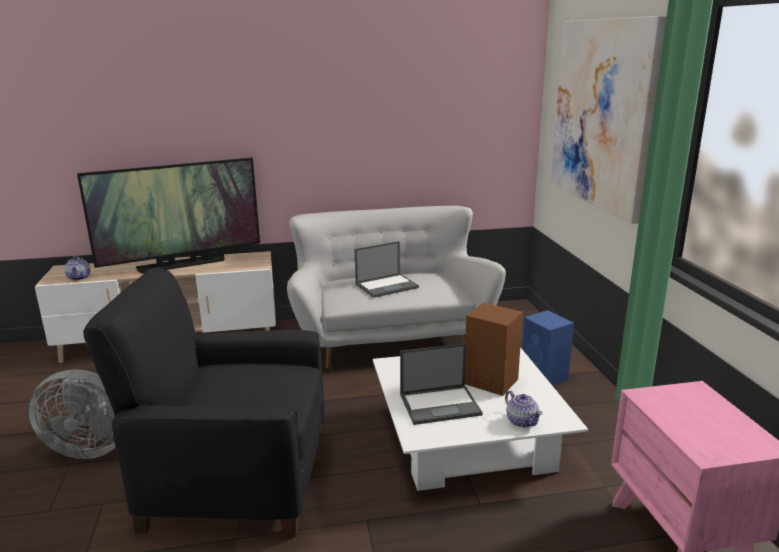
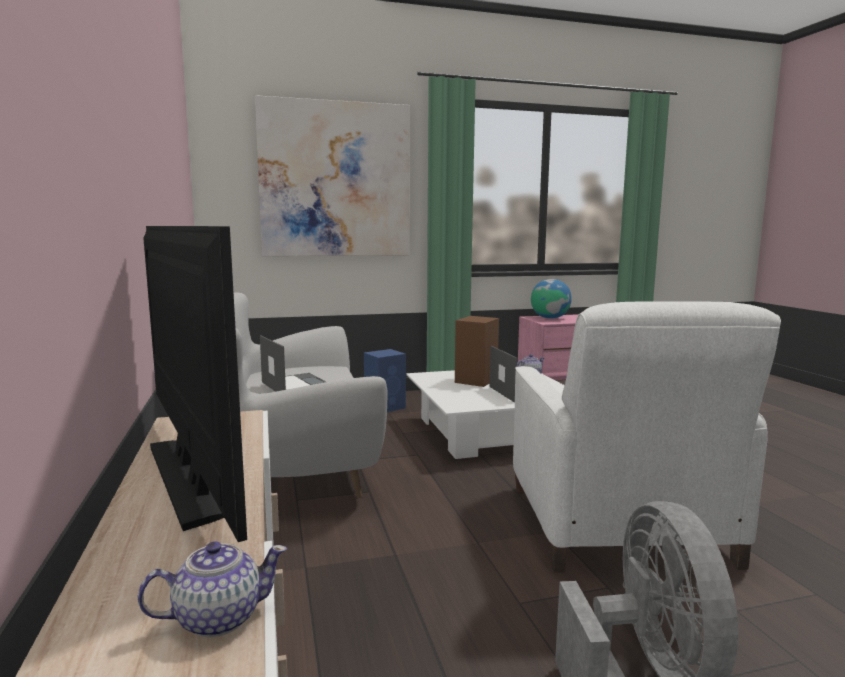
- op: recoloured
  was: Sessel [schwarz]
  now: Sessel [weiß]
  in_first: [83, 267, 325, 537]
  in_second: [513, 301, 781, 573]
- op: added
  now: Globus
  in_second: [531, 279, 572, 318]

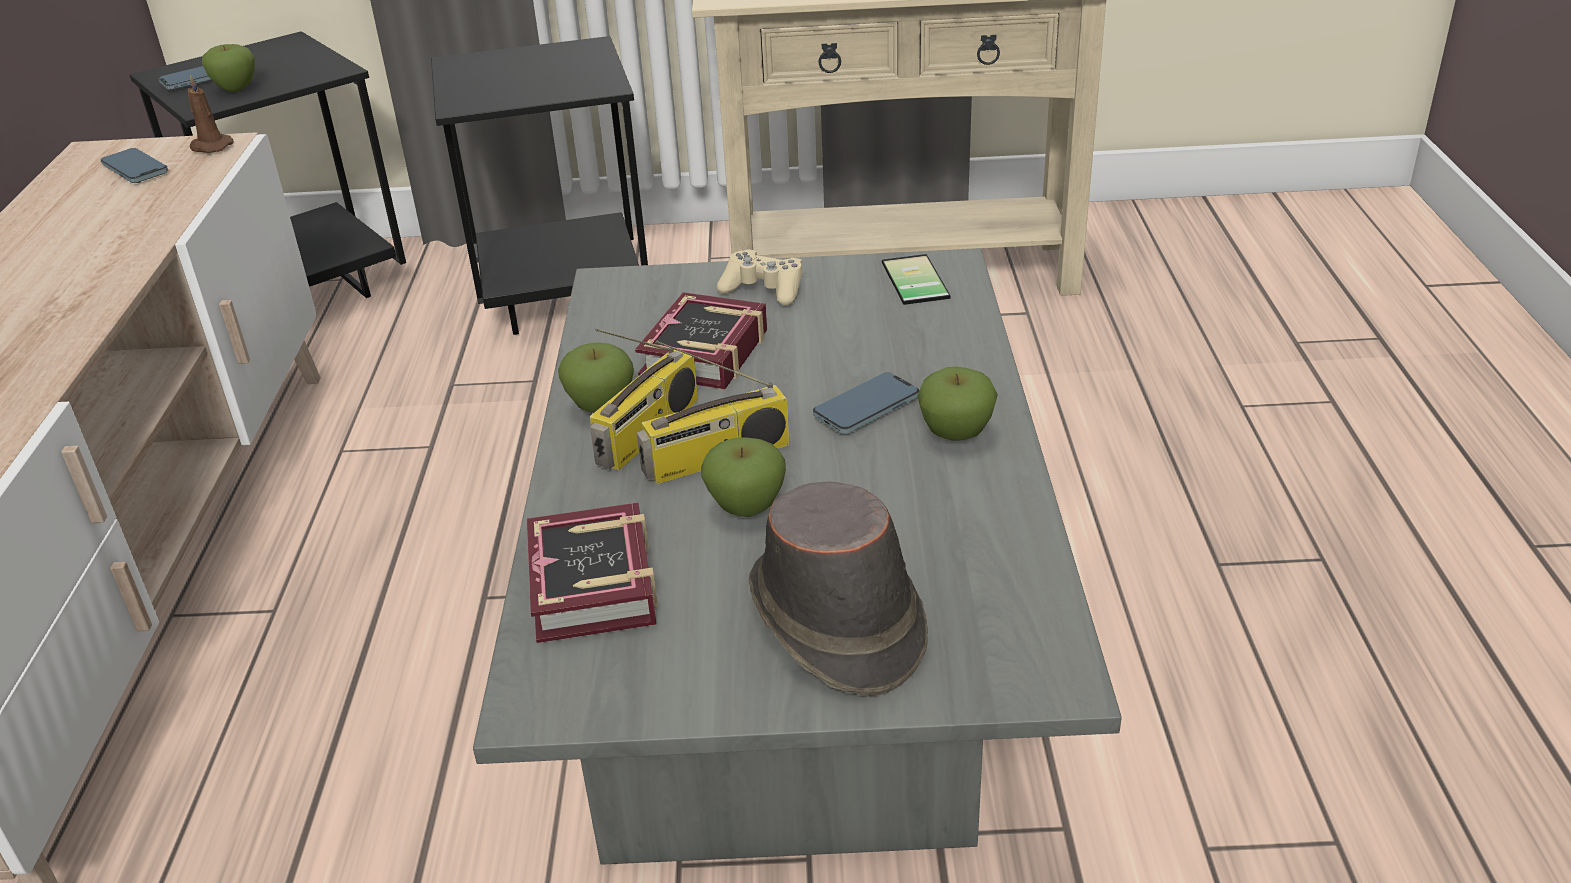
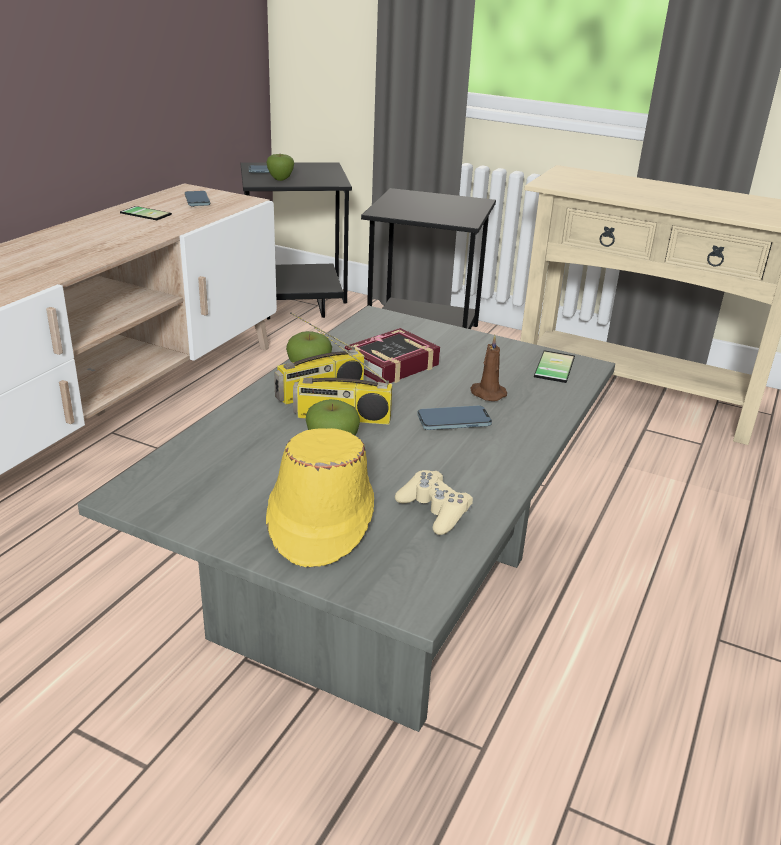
- op: moved
  was: Kerze [braun]
  in_first: [188, 74, 234, 153]
  in_second: [470, 335, 507, 401]
- op: removed
  was: Buch
  in_first: [527, 503, 658, 643]
- op: moved
  was: Gamepad [beige]
  in_first: [717, 249, 802, 306]
  in_second: [395, 470, 473, 535]
- op: recoloured
  was: Hut [braun]
  now: Hut [gelb]
  in_first: [749, 482, 928, 696]
  in_second: [266, 428, 374, 567]
- op: removed
  was: Apfel
  in_first: [917, 367, 998, 441]
- op: added
  now: Handy
  in_second: [120, 206, 172, 220]

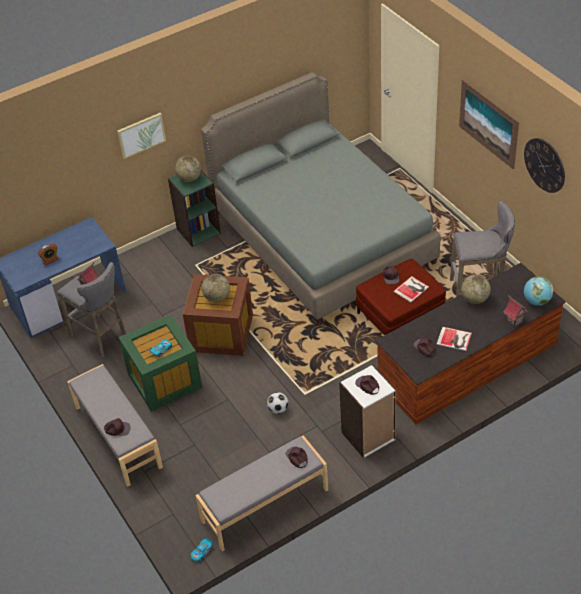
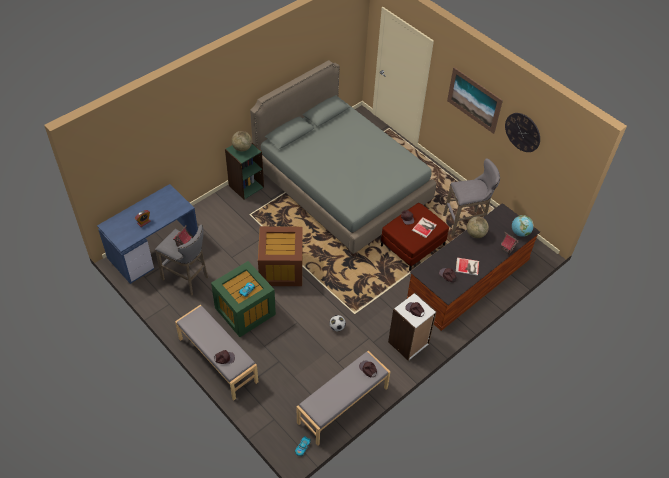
- op: removed
  was: Bild
  in_first: [117, 113, 166, 159]
- op: removed
  was: Globus
  in_first: [201, 274, 230, 302]

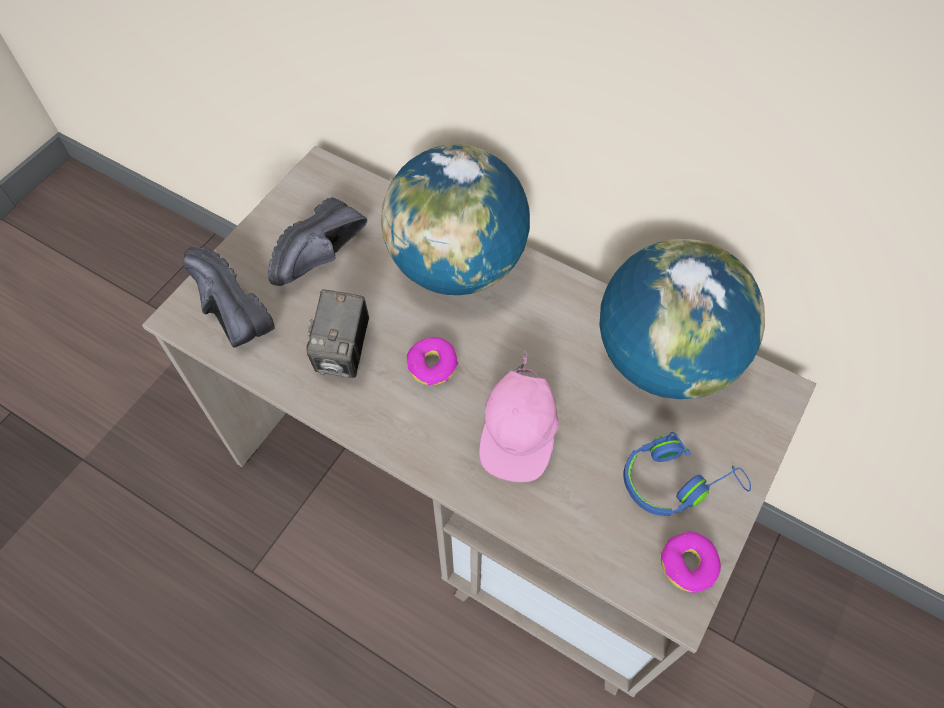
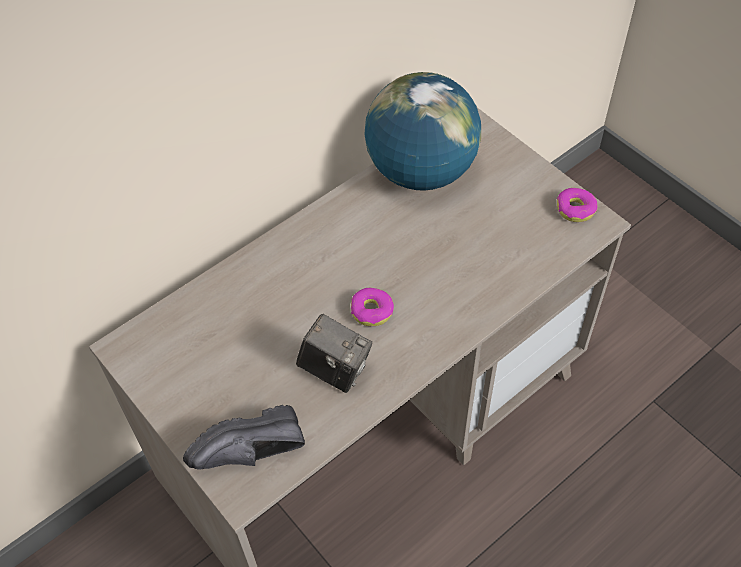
- op: removed
  was: Schuh [schwarz]
  in_first: [268, 197, 367, 286]
- op: removed
  was: Globus
  in_first: [381, 144, 530, 295]
- op: removed
  was: Kappe [rosa]
  in_first: [479, 351, 559, 482]
- op: removed
  was: Kopfhörer [blau]
  in_first: [623, 432, 751, 516]

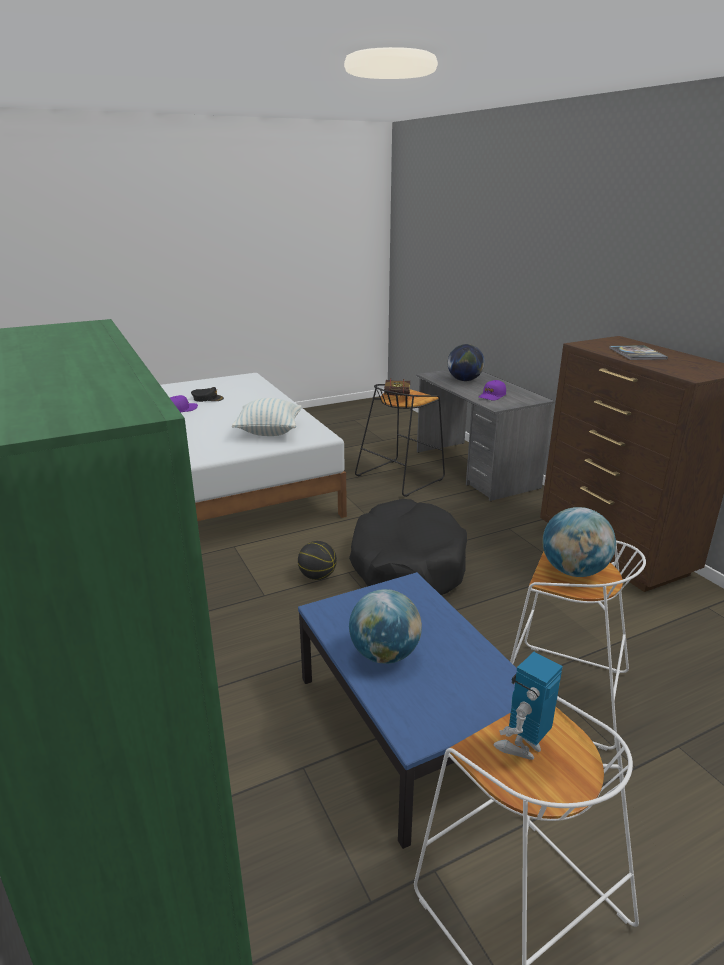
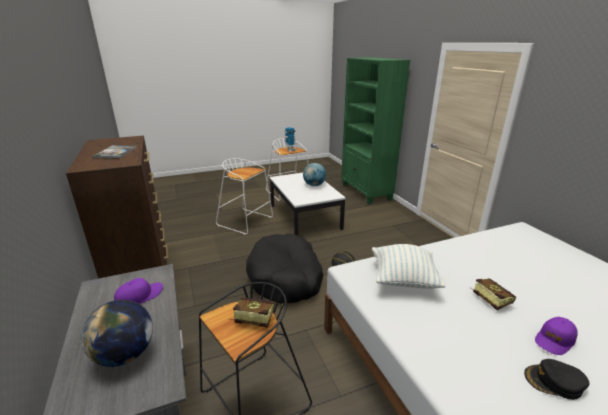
- op: recoloured
  was: Couchtisch [blau]
  now: Couchtisch [weiß]
  in_first: [298, 572, 517, 849]
  in_second: [270, 173, 346, 236]
- op: removed
  was: Globus
  in_first: [542, 507, 616, 577]
- op: added
  now: Buch
  in_second: [470, 278, 516, 310]

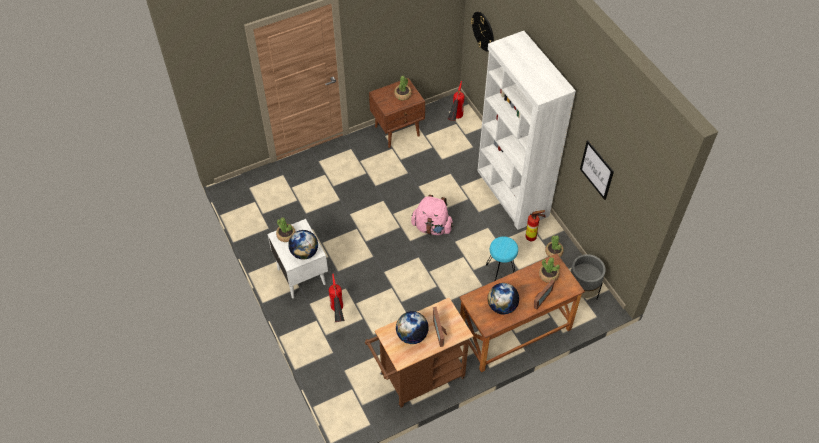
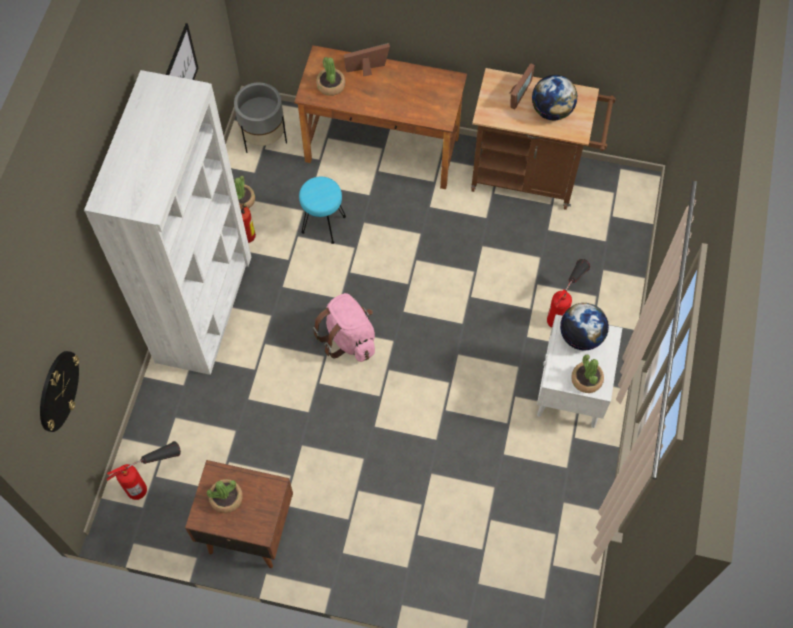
- op: removed
  was: Globus
  in_first: [488, 283, 519, 315]

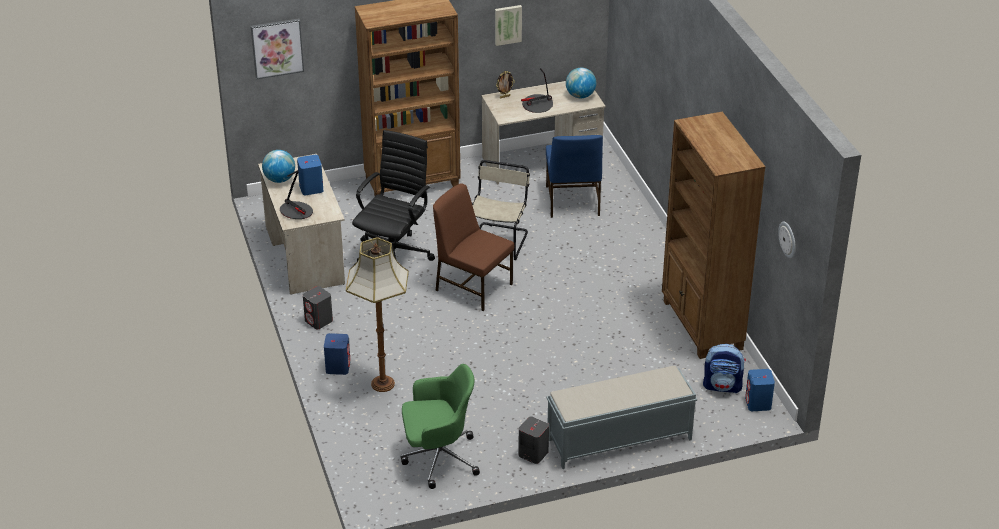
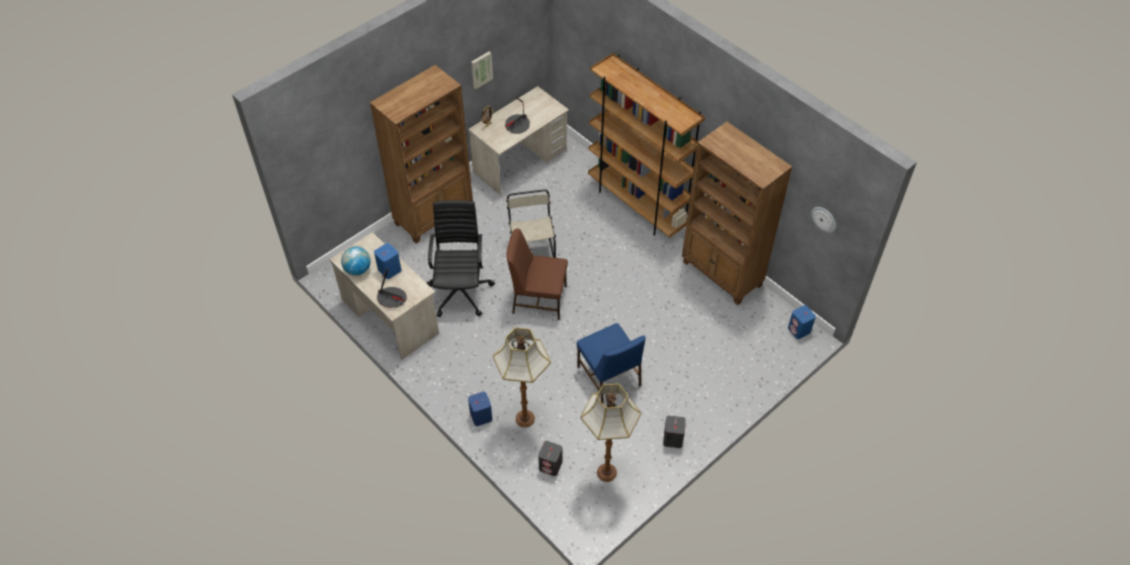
- op: removed
  was: Bild
  in_first: [251, 18, 304, 79]
- op: moved
  was: Lautsprecher [grau]
  in_first: [303, 286, 333, 330]
  in_second: [538, 441, 562, 476]
- op: replaced
  was: Bürostuhl [grün]
  now: Stehlampe
  in_first: [401, 364, 480, 489]
  in_second: [581, 383, 641, 482]
- op: moved
  was: Stuhl [blau]
  in_first: [546, 135, 603, 218]
  in_second: [577, 323, 646, 404]
- op: removed
  was: Bank [grau]
  in_first: [546, 366, 697, 469]
- op: removed
  was: Globus
  in_first: [566, 68, 596, 98]
- op: removed
  was: Rucksack
  in_first: [703, 344, 746, 393]
- op: added
  now: Bücherregal [braun]
  in_second: [588, 53, 705, 238]

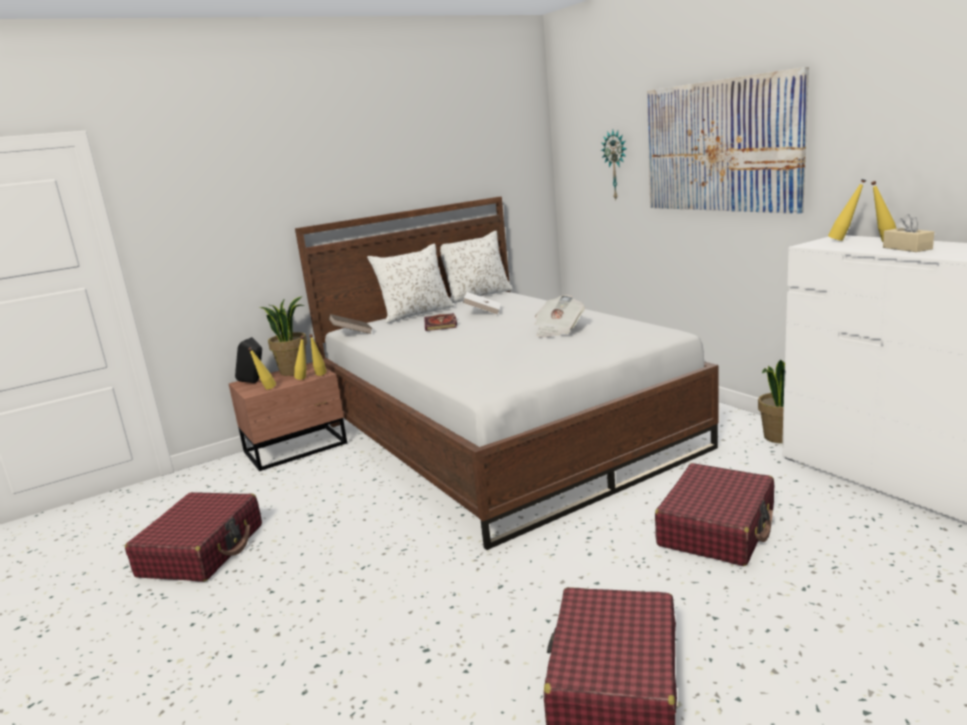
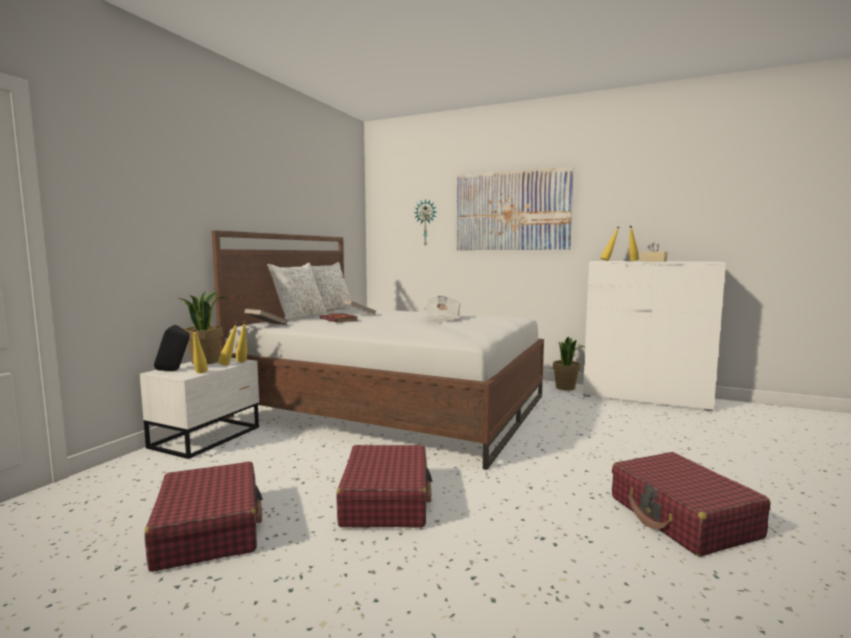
- op: recoloured
  was: Nachttisch [braun]
  now: Nachttisch [weiß]
  in_first: [229, 362, 347, 471]
  in_second: [140, 356, 259, 459]
- op: moved
  was: Koffer [rot]
  in_first: [655, 463, 774, 566]
  in_second: [337, 445, 432, 528]

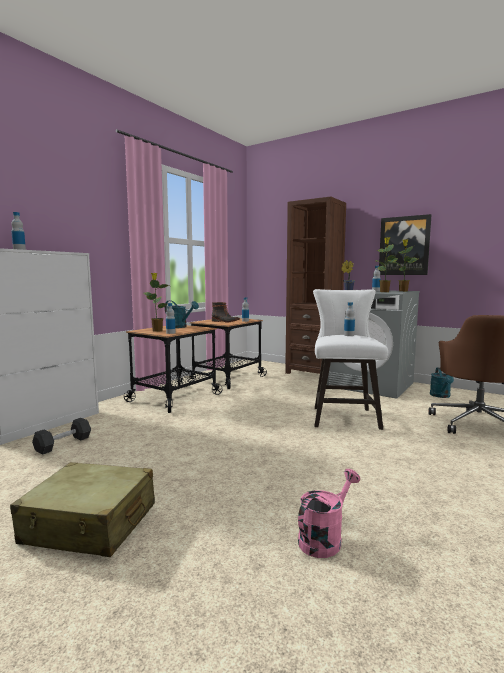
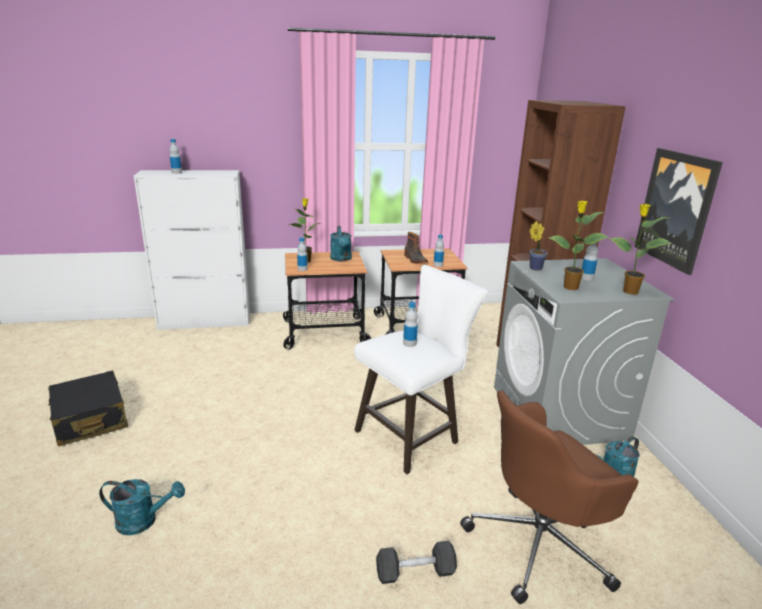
- op: recoloured
  was: Koffer [beige]
  now: Koffer [schwarz]
  in_first: [10, 462, 155, 557]
  in_second: [48, 371, 128, 446]
- op: moved
  was: Hantel [schwarz]
  in_first: [32, 418, 91, 454]
  in_second: [376, 541, 457, 584]
- op: recoloured
  was: Gießkanne [rosa]
  now: Gießkanne [türkis]
  in_first: [298, 469, 360, 558]
  in_second: [99, 479, 185, 535]

